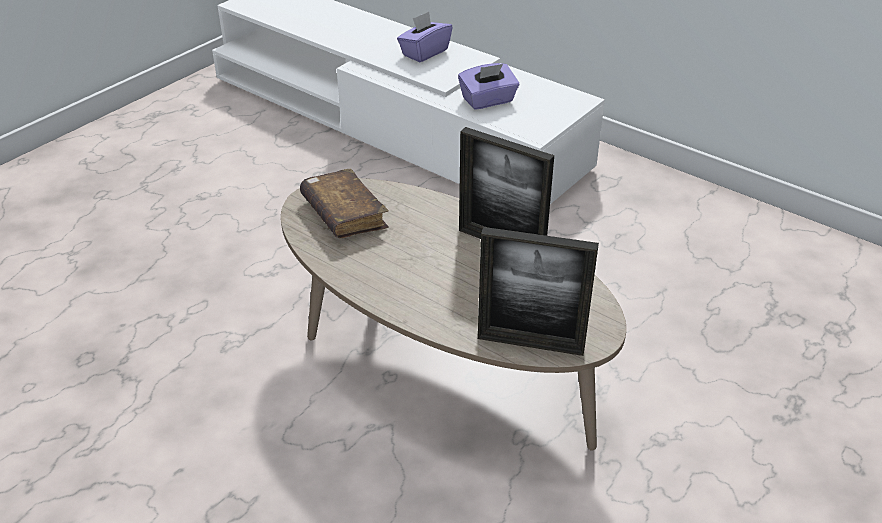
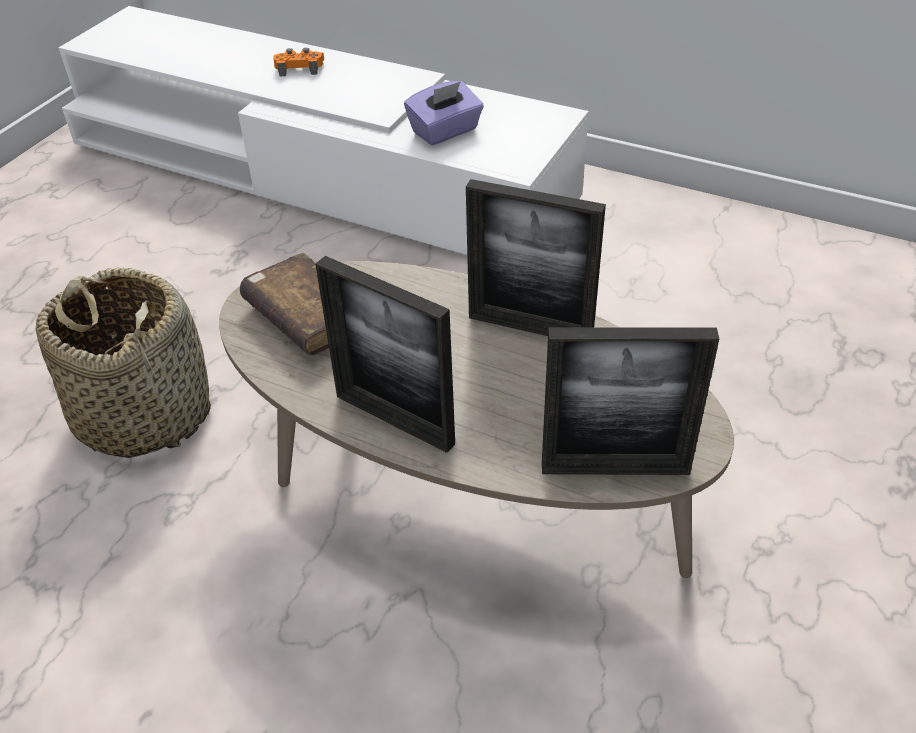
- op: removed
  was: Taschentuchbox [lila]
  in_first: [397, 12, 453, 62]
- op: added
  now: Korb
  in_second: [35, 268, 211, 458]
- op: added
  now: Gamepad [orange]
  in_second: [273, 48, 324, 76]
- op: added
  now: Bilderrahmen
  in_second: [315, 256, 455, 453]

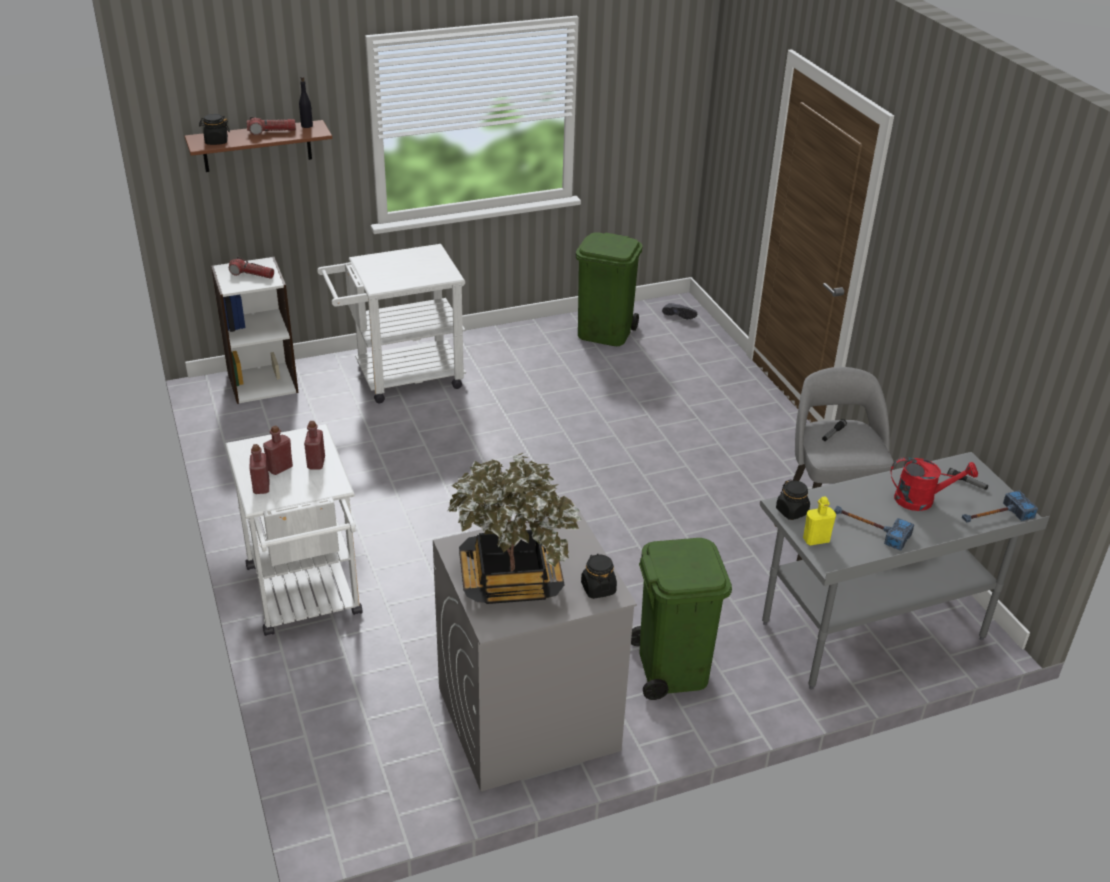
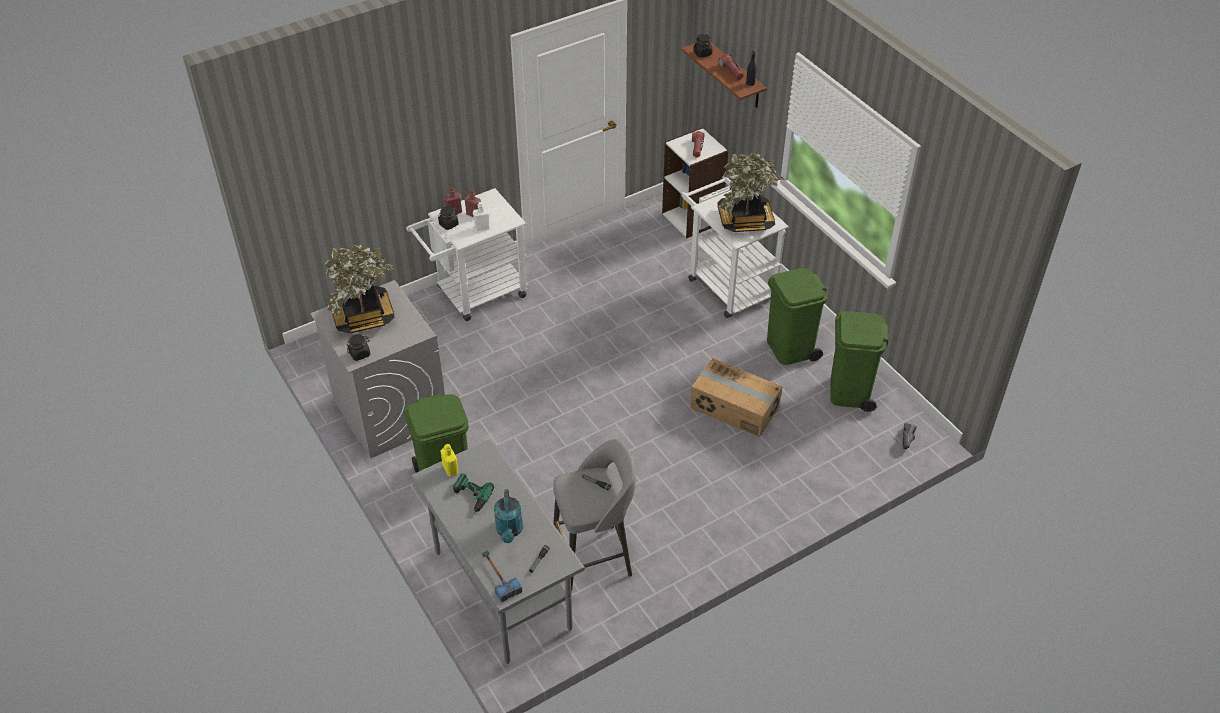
- op: recoloured
  was: Flasche [rot]
  now: Flasche [weiß]
  in_first: [304, 421, 325, 469]
  in_second: [473, 202, 490, 231]
- op: moved
  was: Vorratsglas [schwarz]
  in_first: [776, 479, 810, 520]
  in_second: [438, 206, 459, 230]
- op: replaced
  was: Hammer
  now: Bohrmaschine
  in_first: [834, 506, 914, 551]
  in_second: [453, 473, 494, 517]
- op: recoloured
  was: Gießkanne [rot]
  now: Gießkanne [türkis]
  in_first: [891, 457, 978, 511]
  in_second: [494, 489, 523, 543]
- op: added
  now: Karton
  in_second: [690, 358, 782, 437]
- op: added
  now: Topfpflanze
  in_second: [718, 153, 786, 232]
- op: added
  now: Mülleimer [grün]
  in_second: [767, 268, 828, 365]

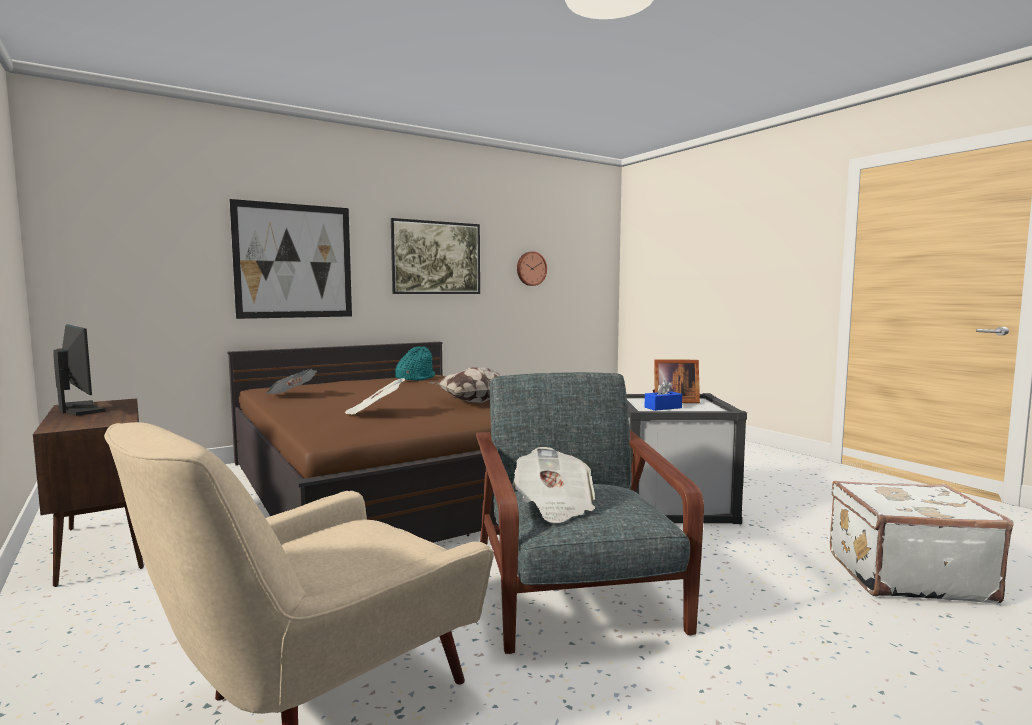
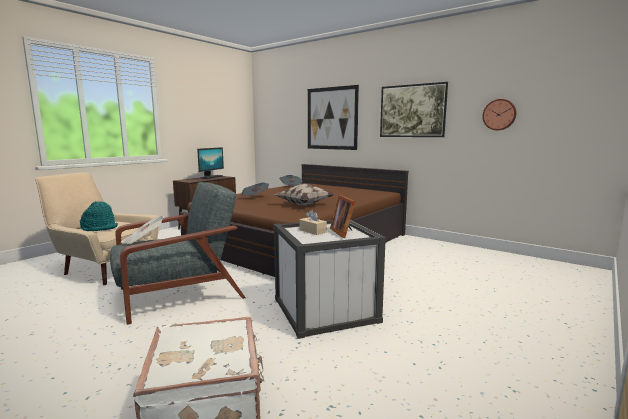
- op: moved
  was: Hut [türkis]
  in_first: [395, 346, 435, 381]
  in_second: [80, 201, 118, 231]
- op: recoloured
  was: Taschentuchbox [blau]
  now: Taschentuchbox [beige]
  in_first: [645, 380, 682, 411]
  in_second: [299, 210, 327, 235]

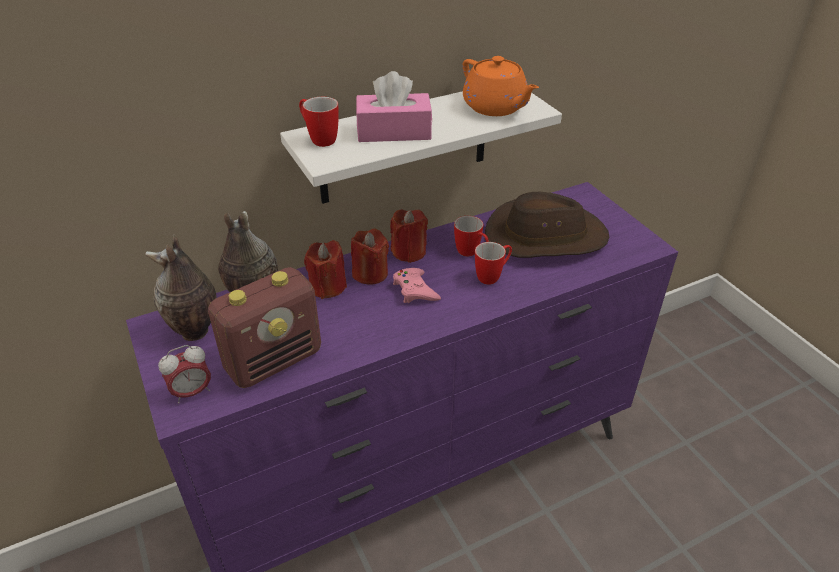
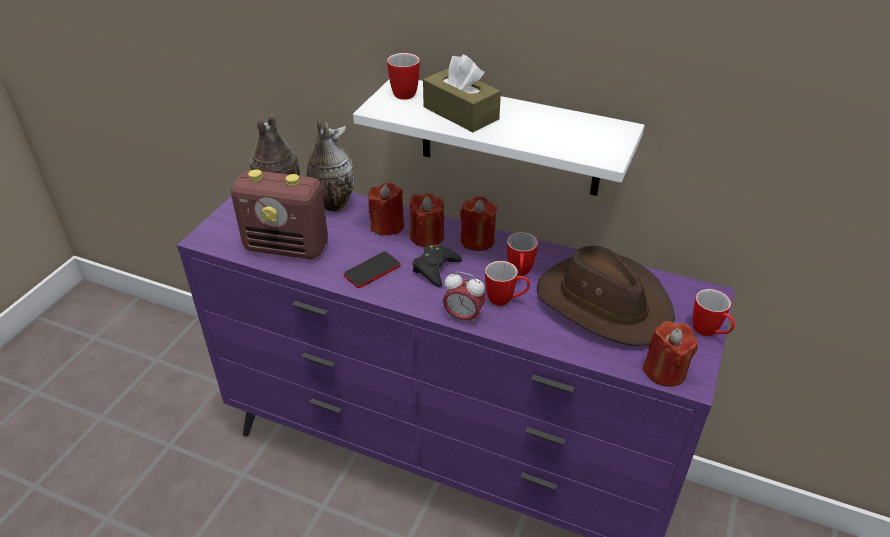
- op: moved
  was: Wecker
  in_first: [158, 345, 211, 403]
  in_second: [443, 272, 486, 325]
- op: recoloured
  was: Taschentuchbox [rosa]
  now: Taschentuchbox [braun]
  in_first: [356, 71, 432, 142]
  in_second: [423, 54, 501, 132]
- op: recoloured
  was: Gamepad [rosa]
  now: Gamepad [schwarz]
  in_first: [393, 268, 441, 303]
  in_second: [413, 244, 462, 287]
- op: removed
  was: Teekanne [orange]
  in_first: [462, 56, 539, 116]
- op: added
  now: Handy
  in_second: [344, 252, 400, 288]
- op: added
  now: Kerze [rot]
  in_second: [643, 321, 698, 387]
- op: added
  now: Henkelbecher
  in_second: [692, 289, 735, 336]

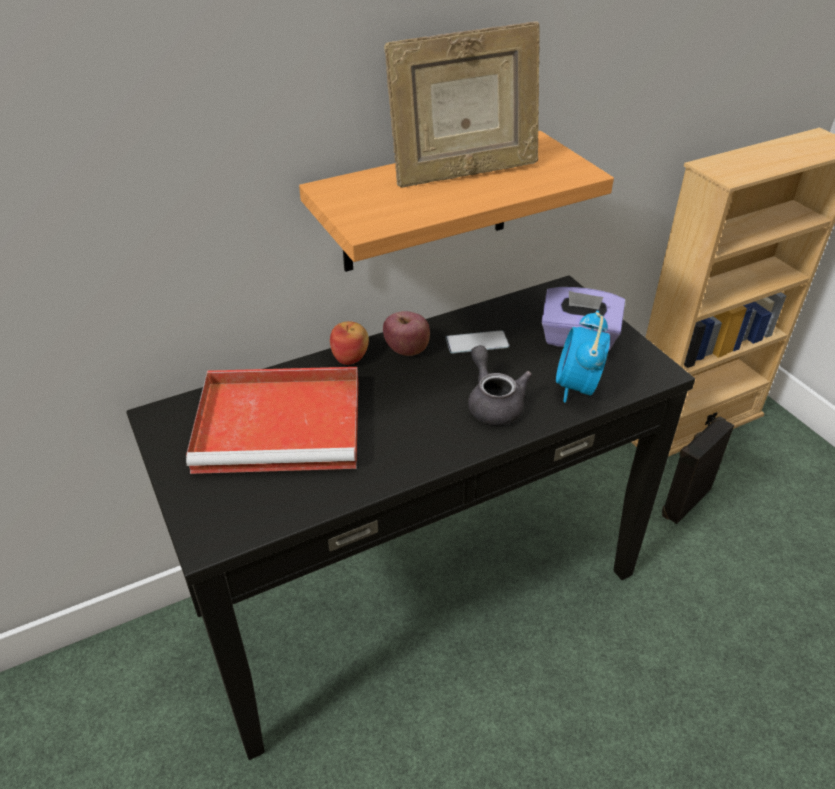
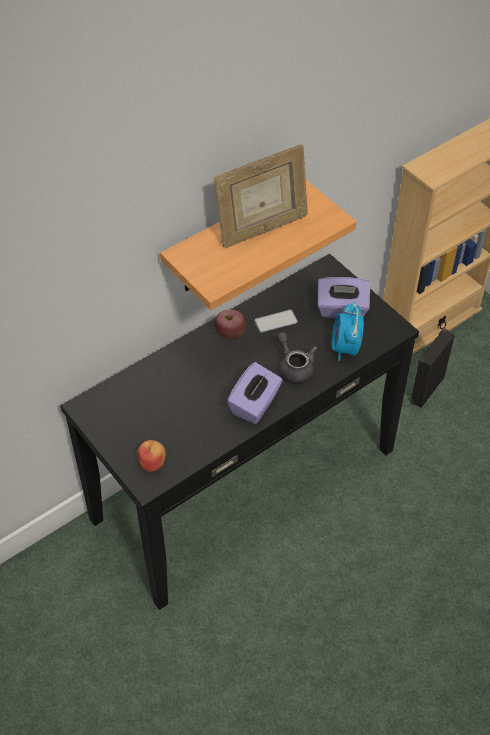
- op: removed
  was: Tablett [rot]
  in_first: [186, 367, 358, 474]
- op: moved
  was: Apfel
  in_first: [330, 321, 369, 365]
  in_second: [137, 440, 166, 472]
- op: added
  now: Taschentuchbox [lila]
  in_second: [227, 362, 283, 424]

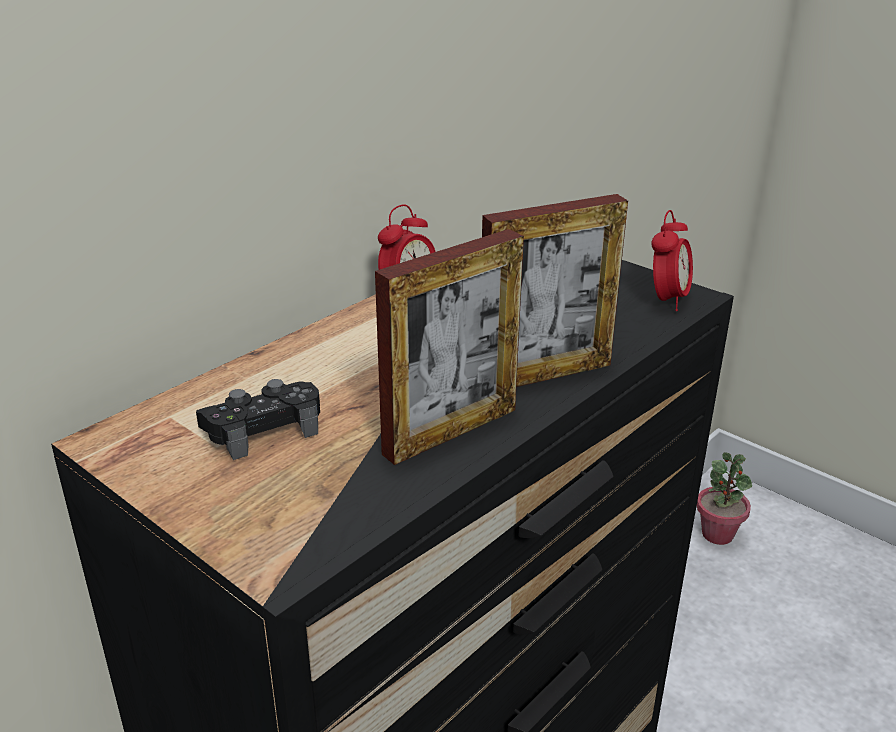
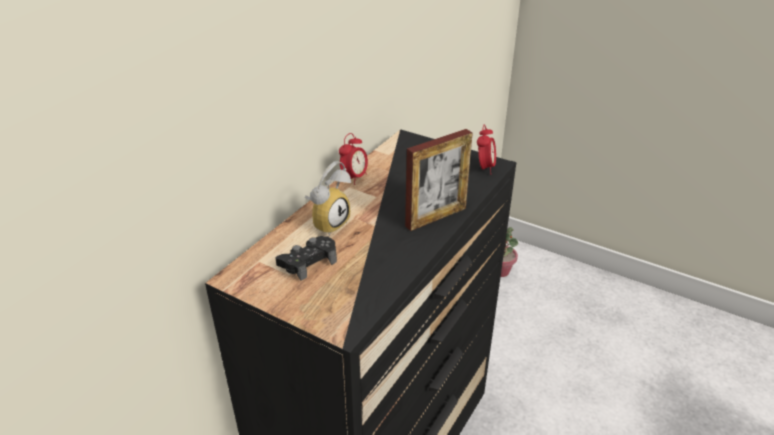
- op: removed
  was: Bilderrahmen
  in_first: [375, 229, 524, 465]
- op: added
  now: Wecker
  in_second: [305, 161, 351, 236]

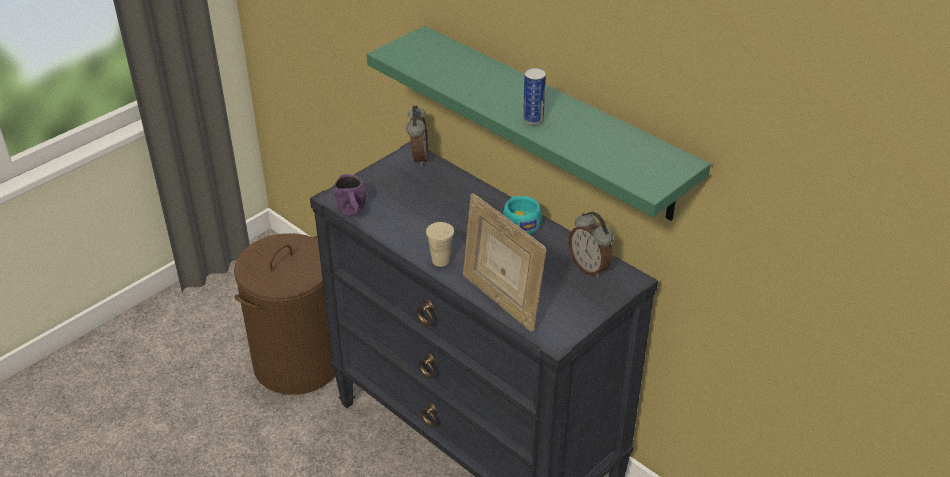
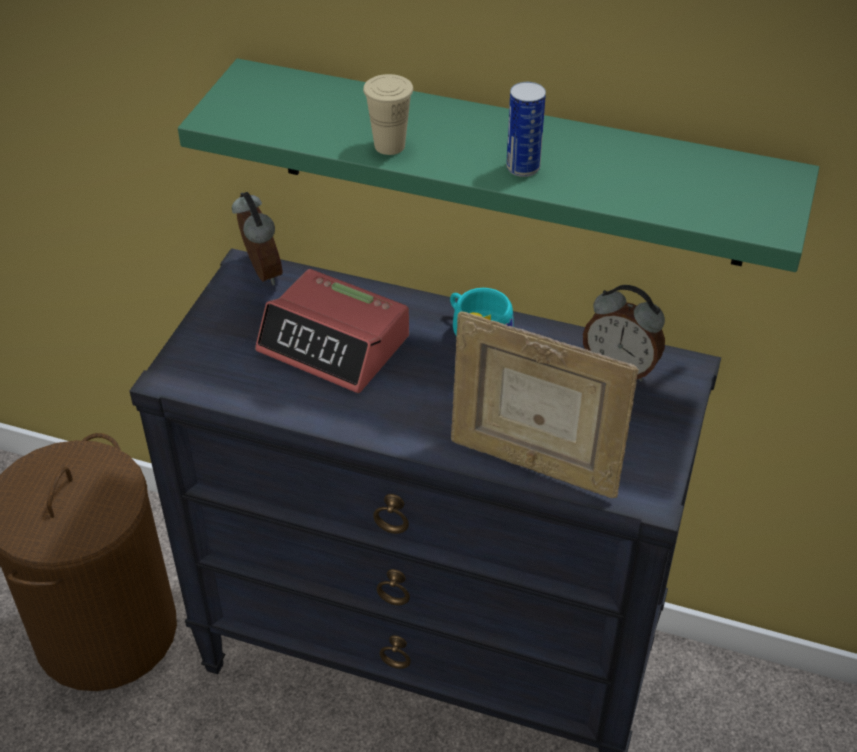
- op: removed
  was: Henkelbecher [lila]
  in_first: [333, 174, 366, 215]
- op: moved
  was: Tasse [beige]
  in_first: [426, 222, 454, 267]
  in_second: [363, 74, 413, 155]
- op: added
  now: Wecker
  in_second: [255, 269, 409, 393]

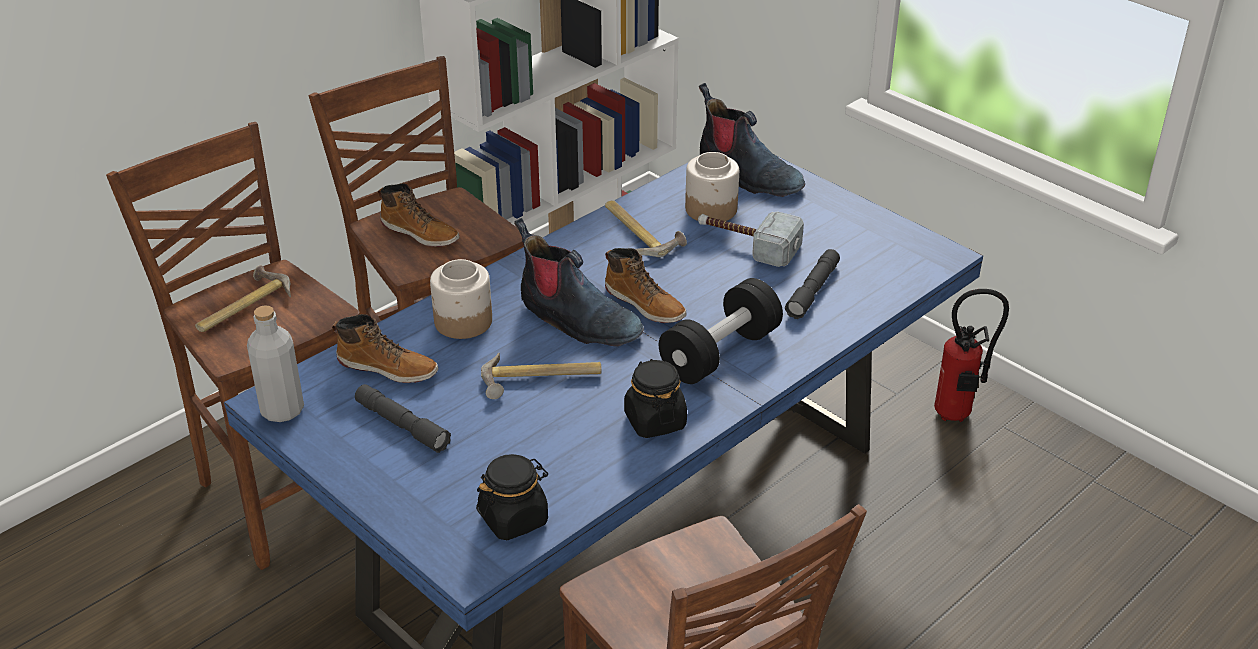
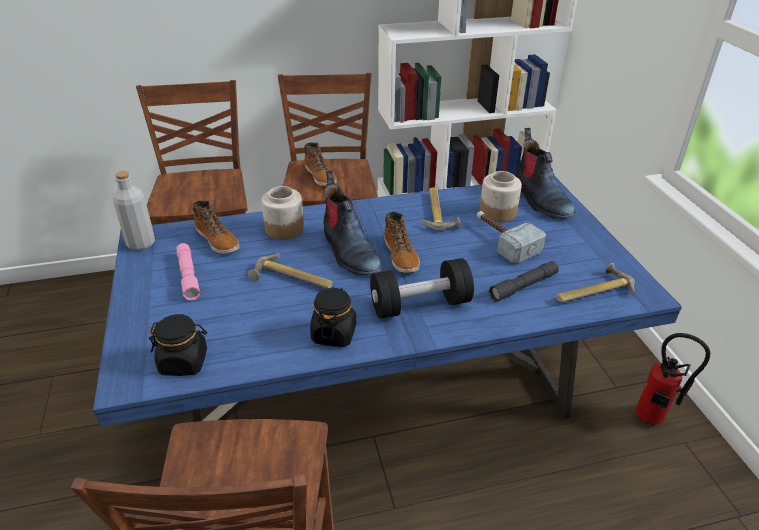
- op: moved
  was: Hammer
  in_first: [195, 265, 291, 332]
  in_second: [556, 263, 635, 303]
- op: recoloured
  was: Taschenlampe [grau]
  now: Taschenlampe [rosa]
  in_first: [355, 384, 451, 453]
  in_second: [176, 243, 200, 301]

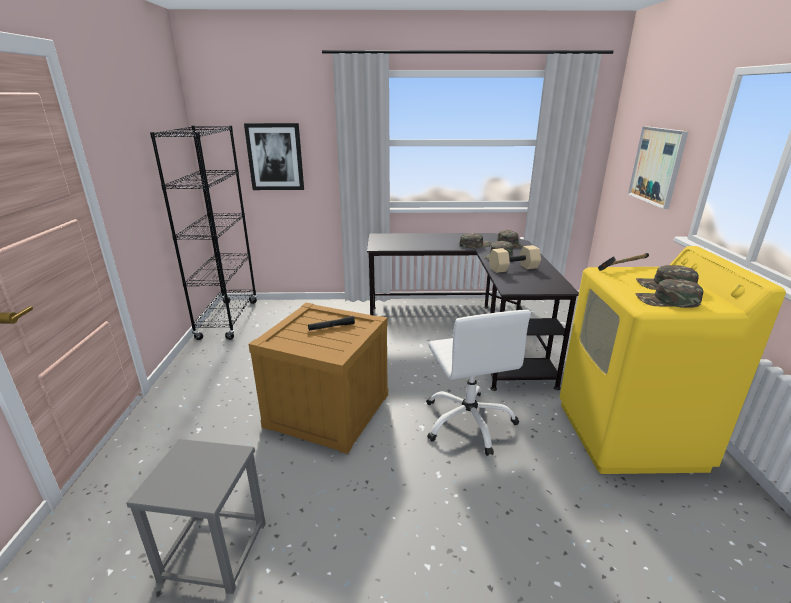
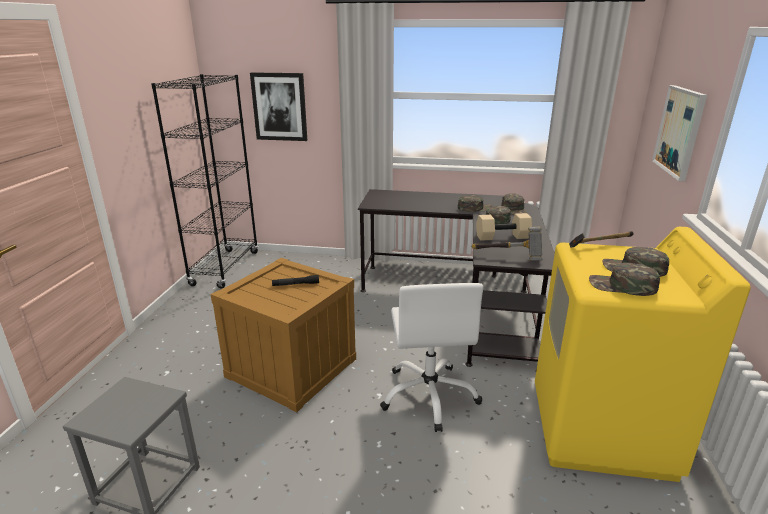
- op: added
  now: Hammer
  in_second: [471, 227, 542, 261]

